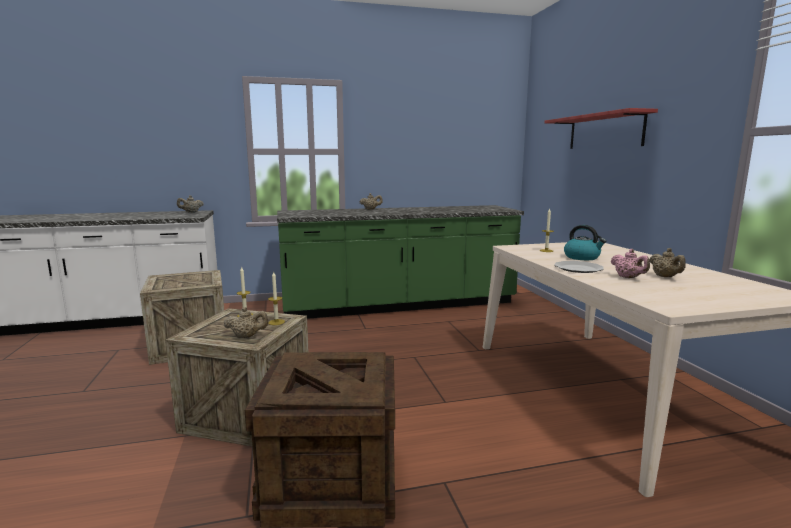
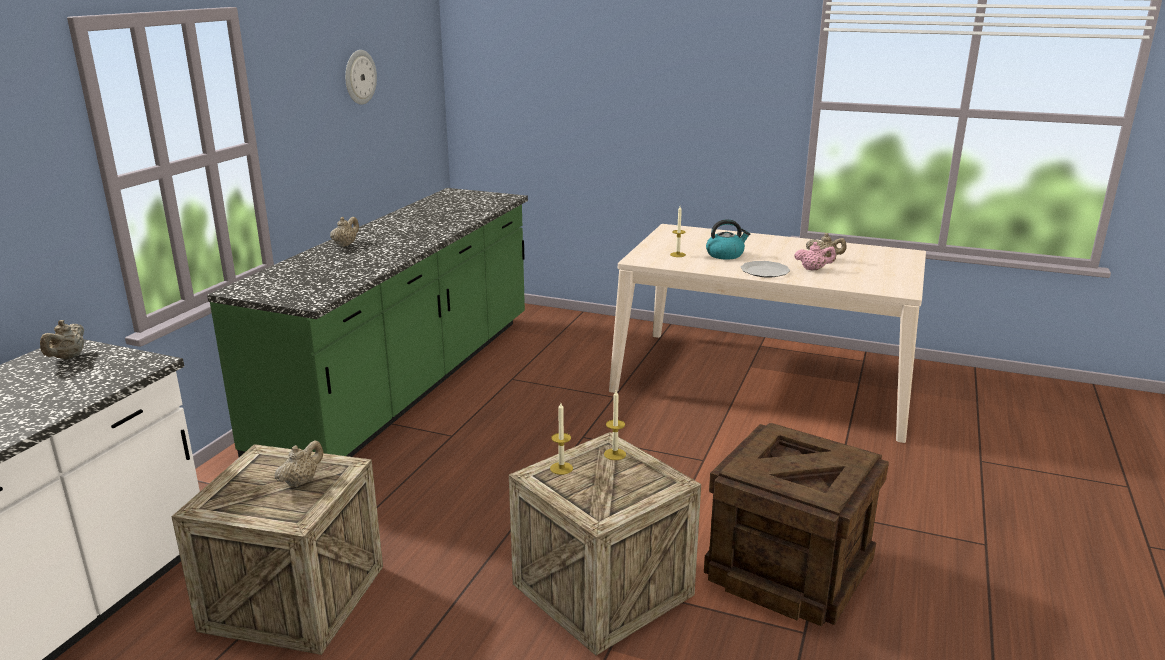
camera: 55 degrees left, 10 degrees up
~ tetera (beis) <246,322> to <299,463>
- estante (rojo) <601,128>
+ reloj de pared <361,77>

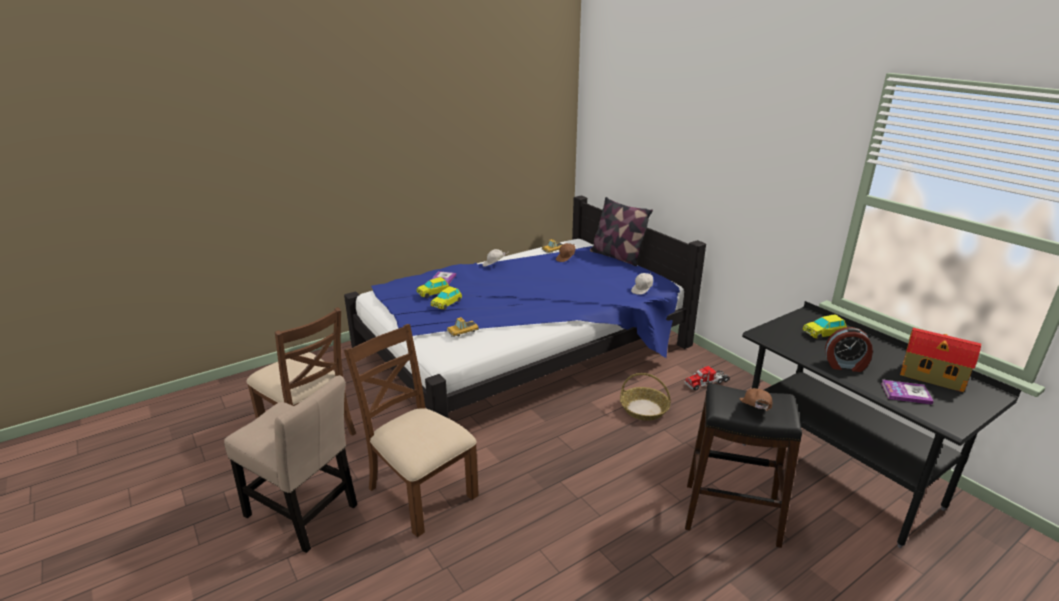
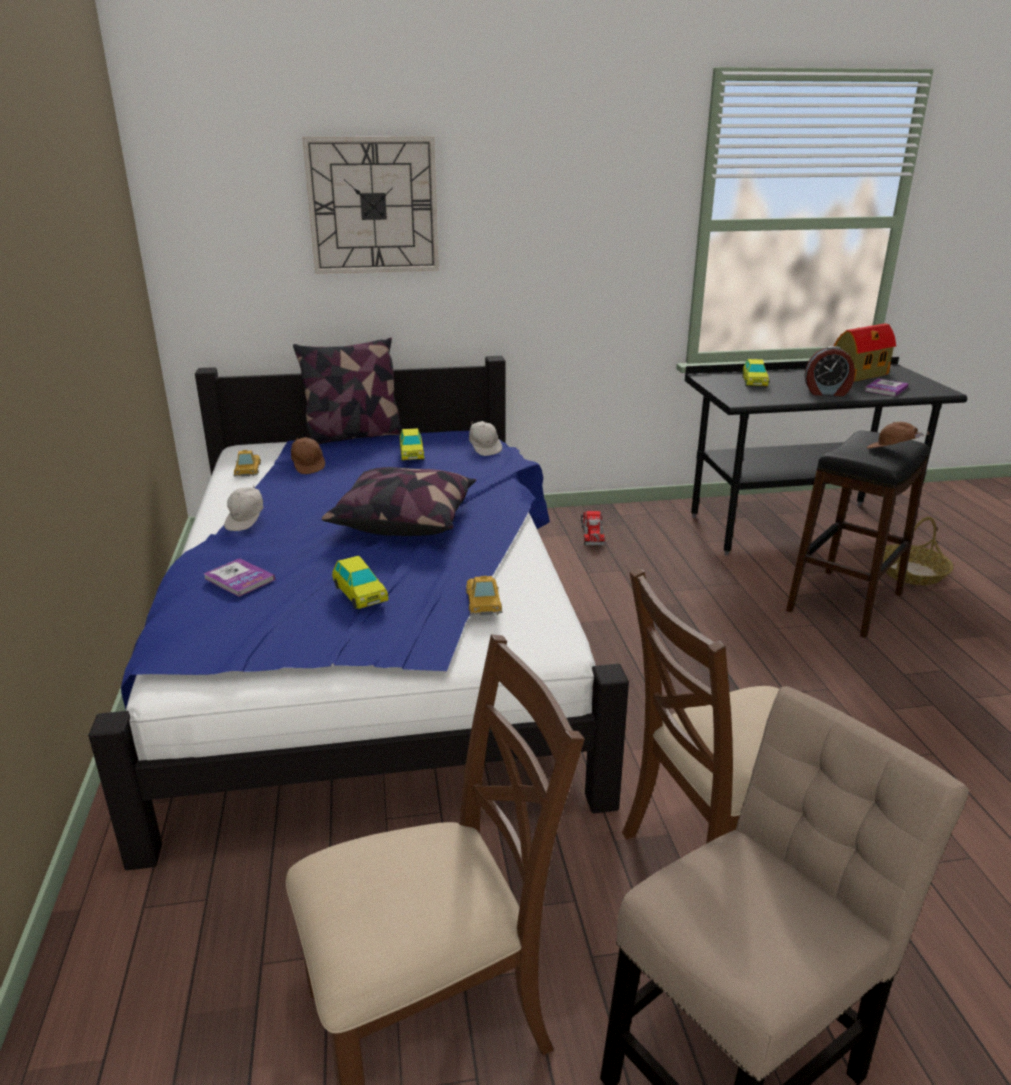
camera: 65 degrees left, 0 degrees up
~ coche de juguete <433,287> to <412,444>
~ cesta <645,397> to <918,551>
~ despertador <849,349> = <829,371> 60 degrees clockwise
+ reloj de pared <371,205>
+ cojín <399,501>

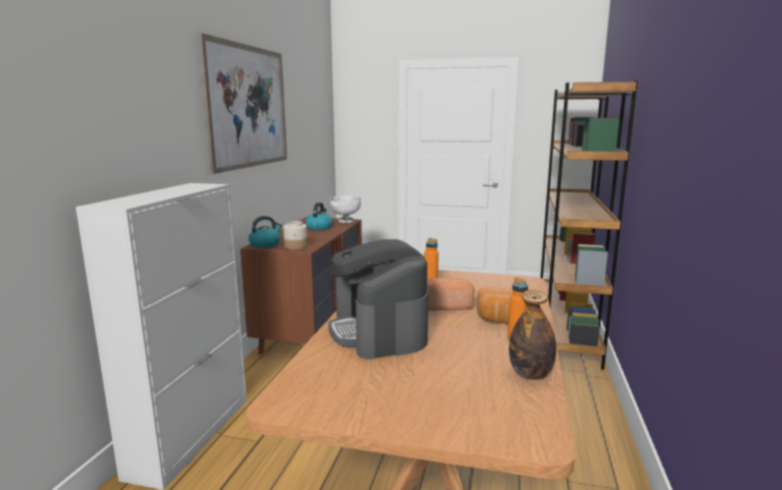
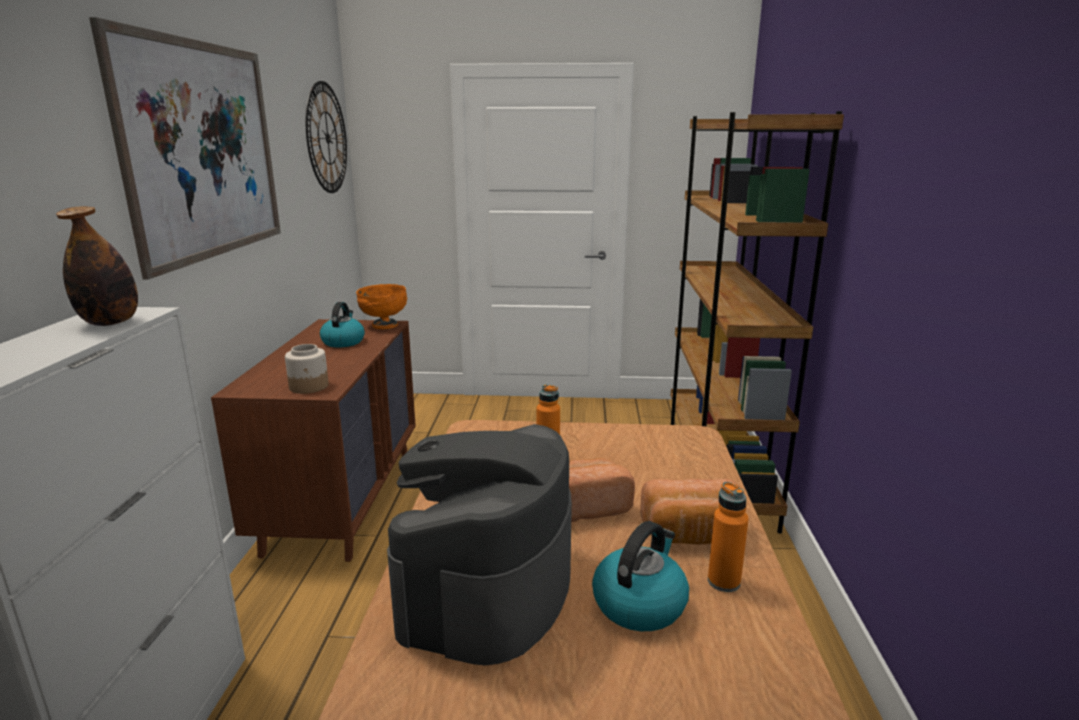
camera: 10 degrees left, 5 degrees up
~ hervidor <265,232> to <640,576>
~ cafetera <378,299> = <479,545> 45 degrees clockwise
~ cuenco (blanco) <345,209> to cuenco (naranja) <381,306>
~ botella <532,335> to <97,266>
+ reloj de pared <326,137>

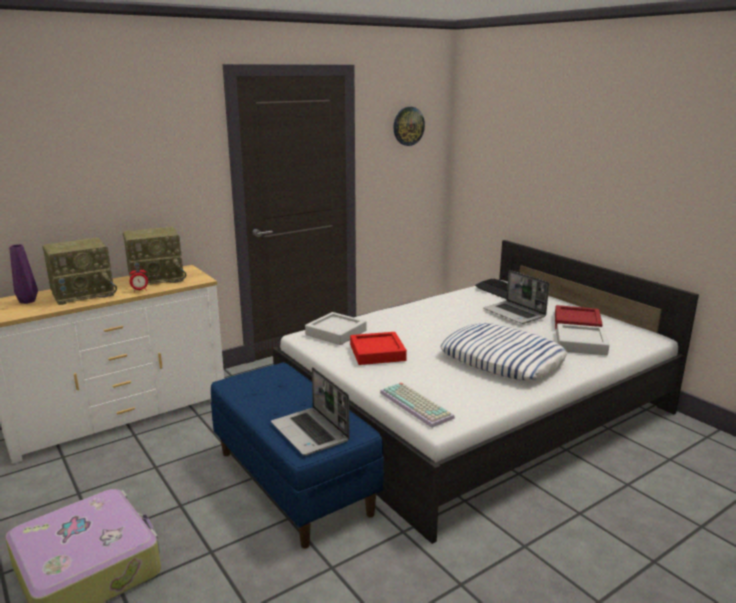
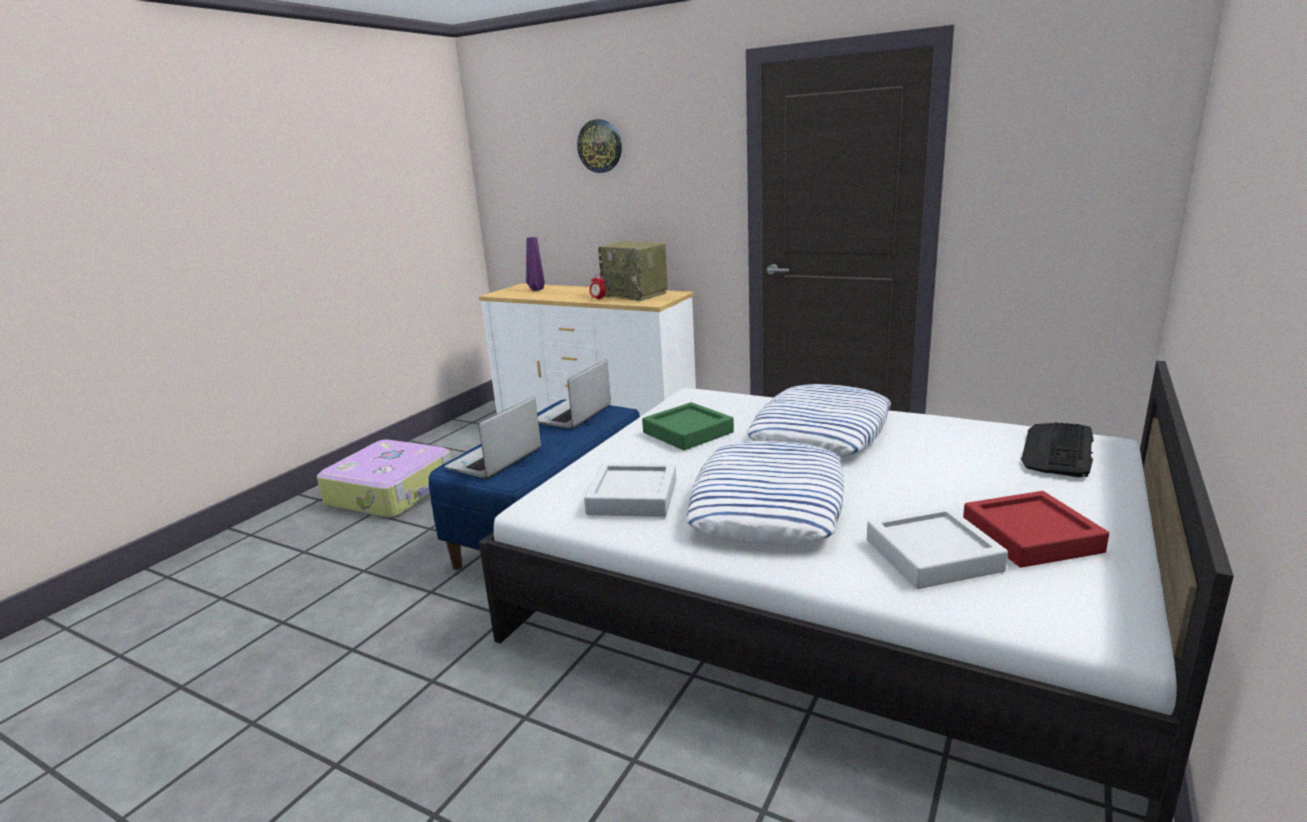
camera: 65 degrees right, 0 degrees up
- radio <79,271>
~ bandeja (gris) <336,328> to <630,490>
~ bandeja (rojo) <378,348> to bandeja (verde) <688,426>
- teclado <417,405>
~ reloj de pared <409,126> to <599,146>
~ portátil <516,297> to <574,394>
+ cojín <819,420>

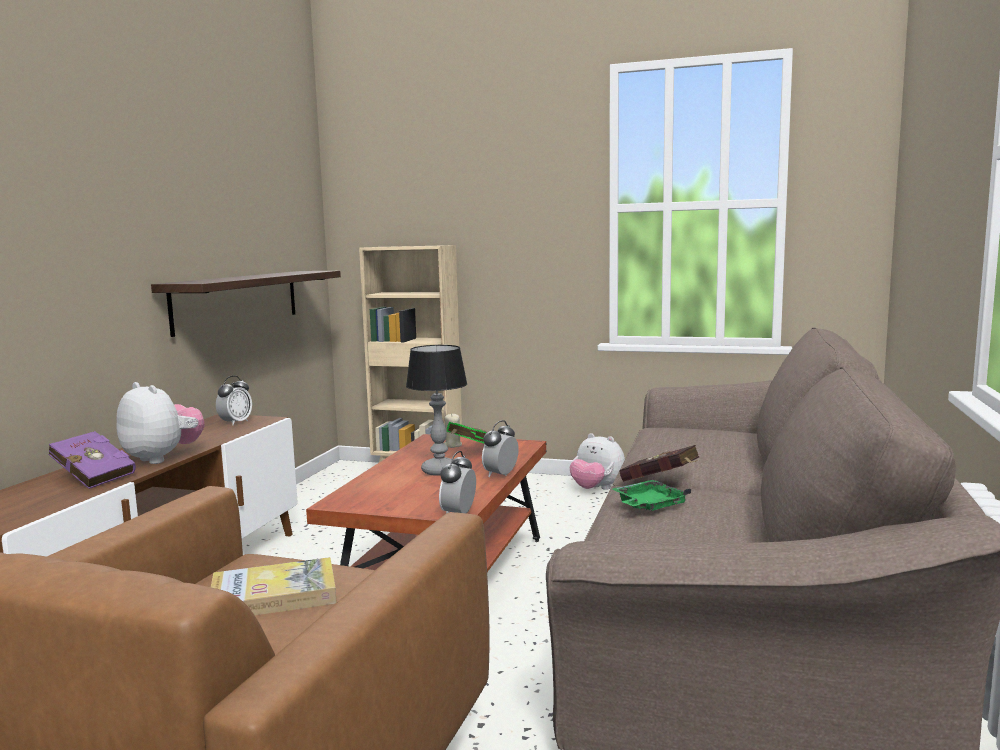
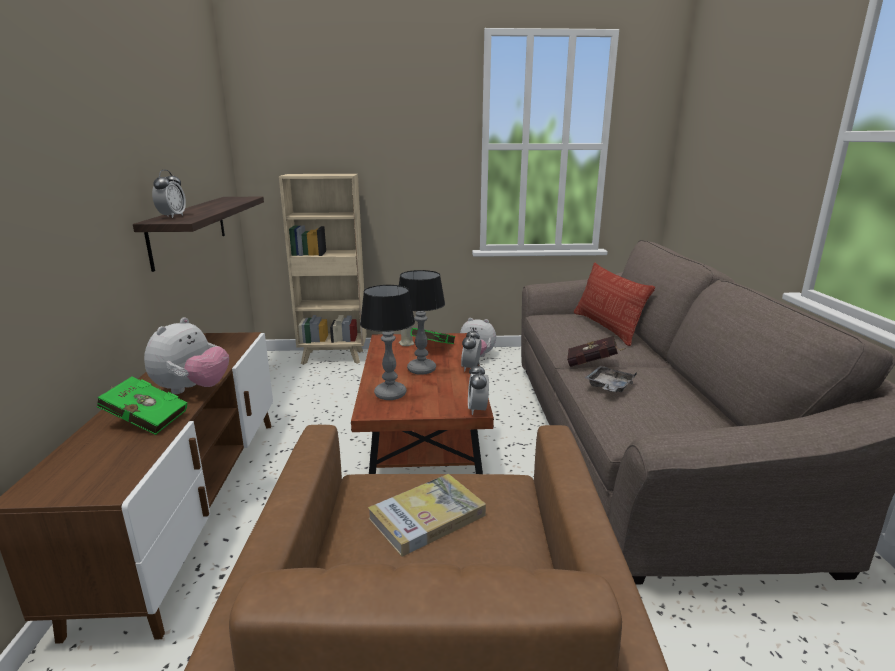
camera: 20 degrees left, 10 degrees up
~ libro (morado) <92,460> to libro (verde) <142,405>
~ peluche <160,423> = <186,355> 90 degrees clockwise
~ despertador <234,401> to <169,194>
~ bandeja (verde) <652,495> to bandeja (gris) <611,379>
+ lámpara de mesa <387,342>
+ cojín <614,304>

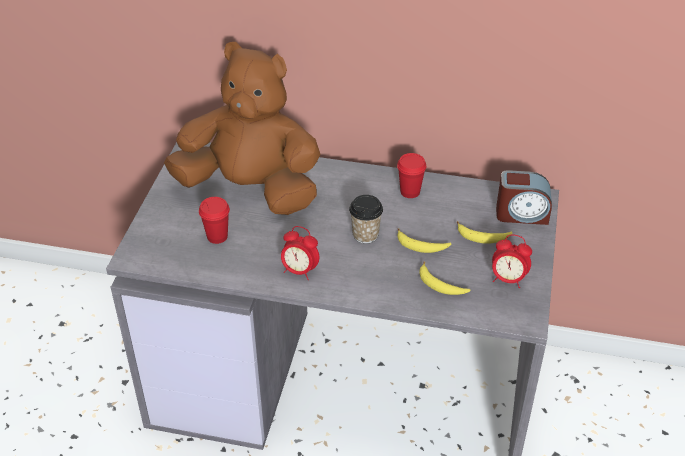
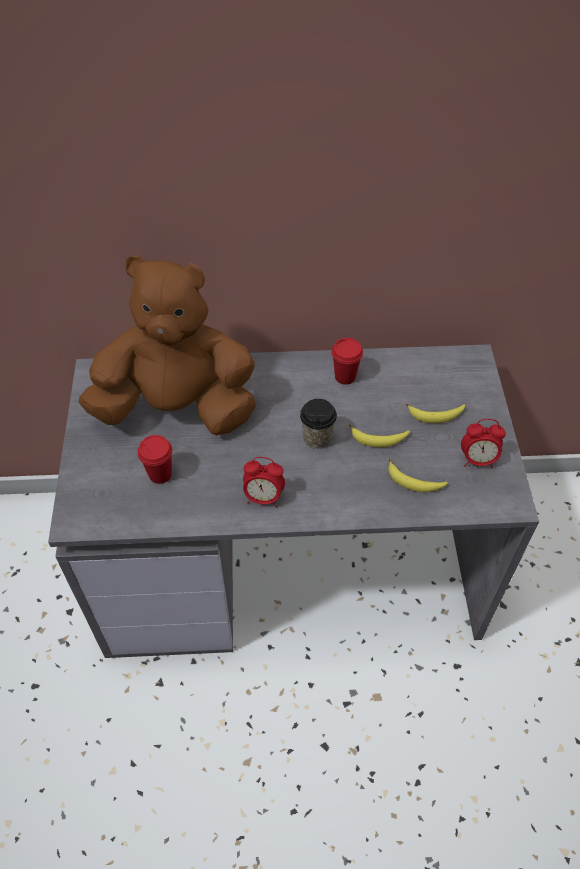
camera: 15 degrees left, 10 degrees up
- despertador <524,197>

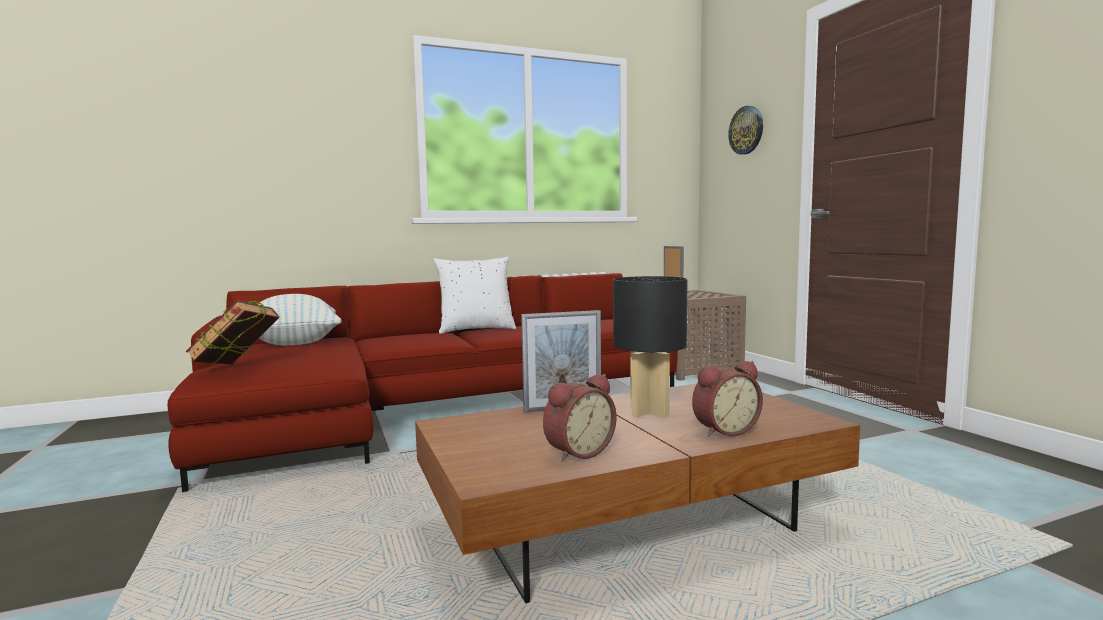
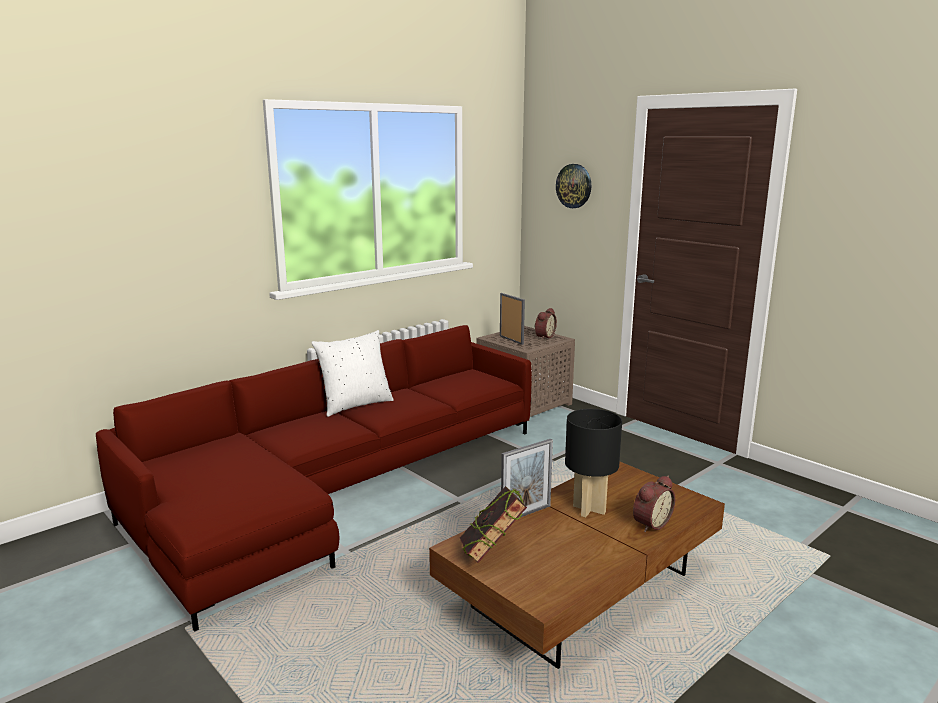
camera: 20 degrees left, 10 degrees up
~ libro <232,332> to <493,524>
- cojín <300,319>
~ despertador <579,418> to <546,324>

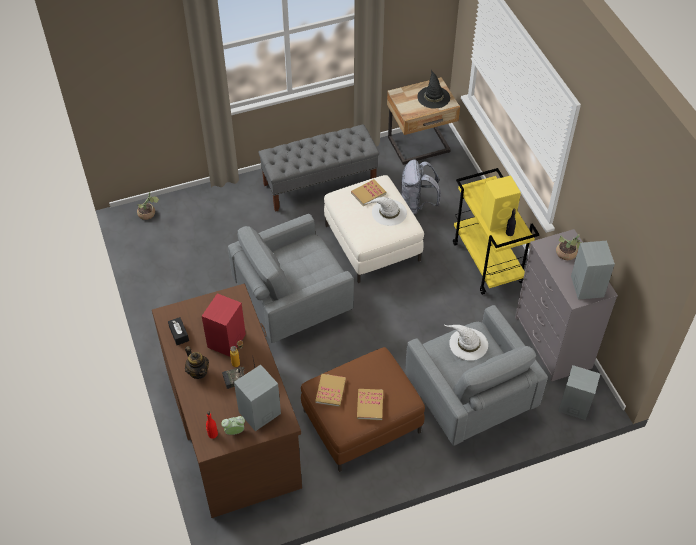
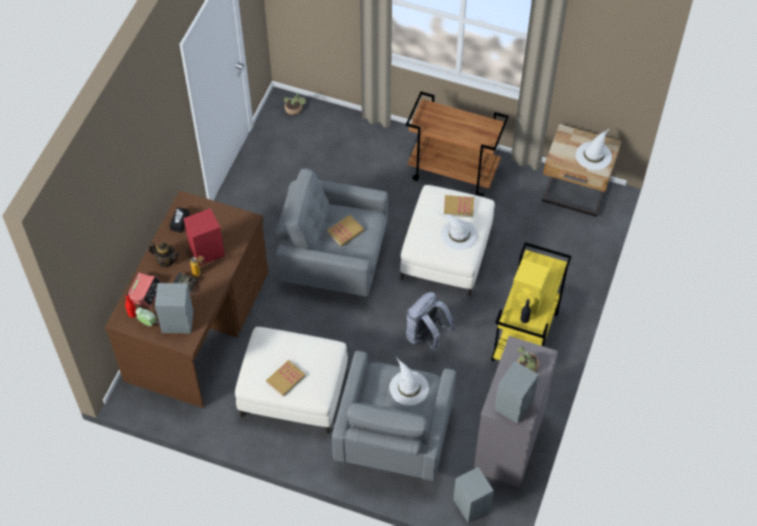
camera: 40 degrees right, 5 degrees up
~ tetera <197,362> = <164,254> 75 degrees counterclockwise
~ banco (gris) <318,168> to carrito (marrón) <457,144>
~ puf (marrón) <363,409> to puf (blanco) <291,380>
~ libro <330,390> to <345,230>
~ mochila (gris) <421,187> to <430,322>
~ sombrero (negro) <433,89> to sombrero (blanco) <594,149>
+ despertador <145,290>

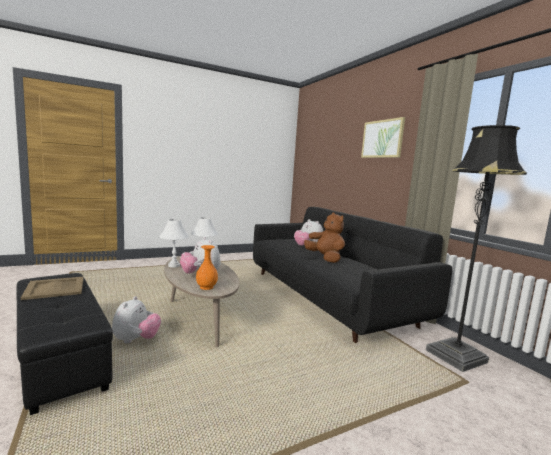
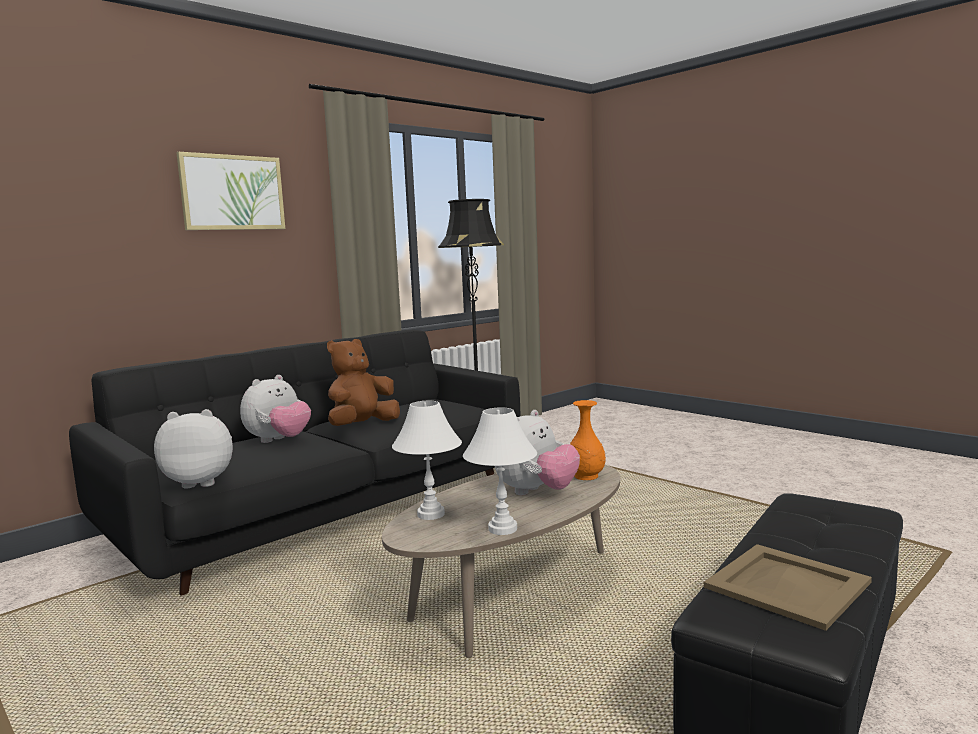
camera: 105 degrees left, 0 degrees up
~ peluche <136,319> to <193,448>

